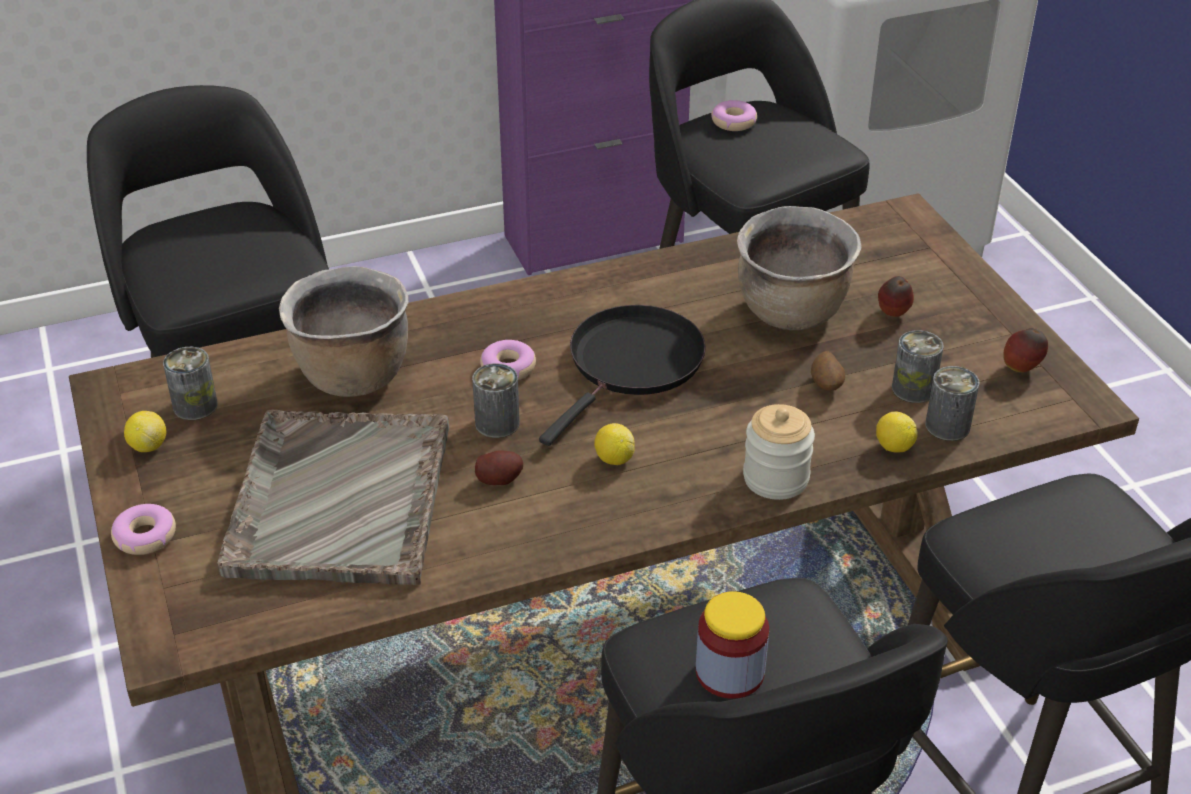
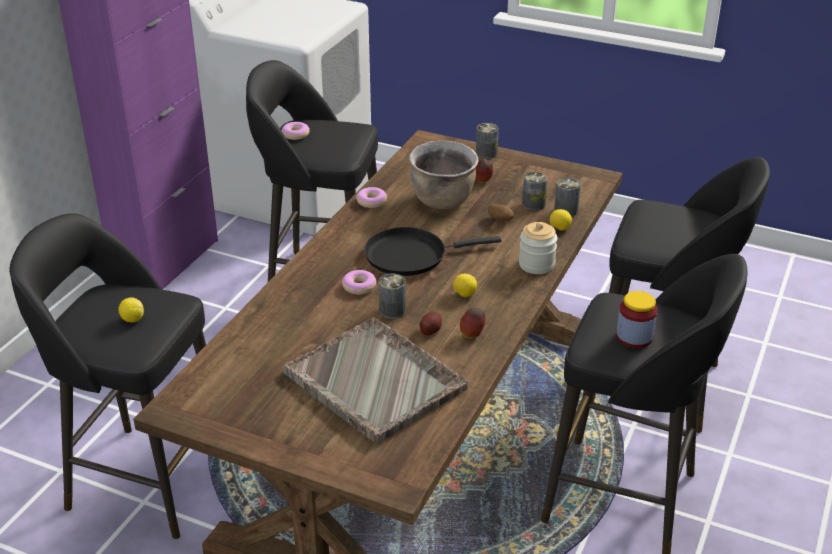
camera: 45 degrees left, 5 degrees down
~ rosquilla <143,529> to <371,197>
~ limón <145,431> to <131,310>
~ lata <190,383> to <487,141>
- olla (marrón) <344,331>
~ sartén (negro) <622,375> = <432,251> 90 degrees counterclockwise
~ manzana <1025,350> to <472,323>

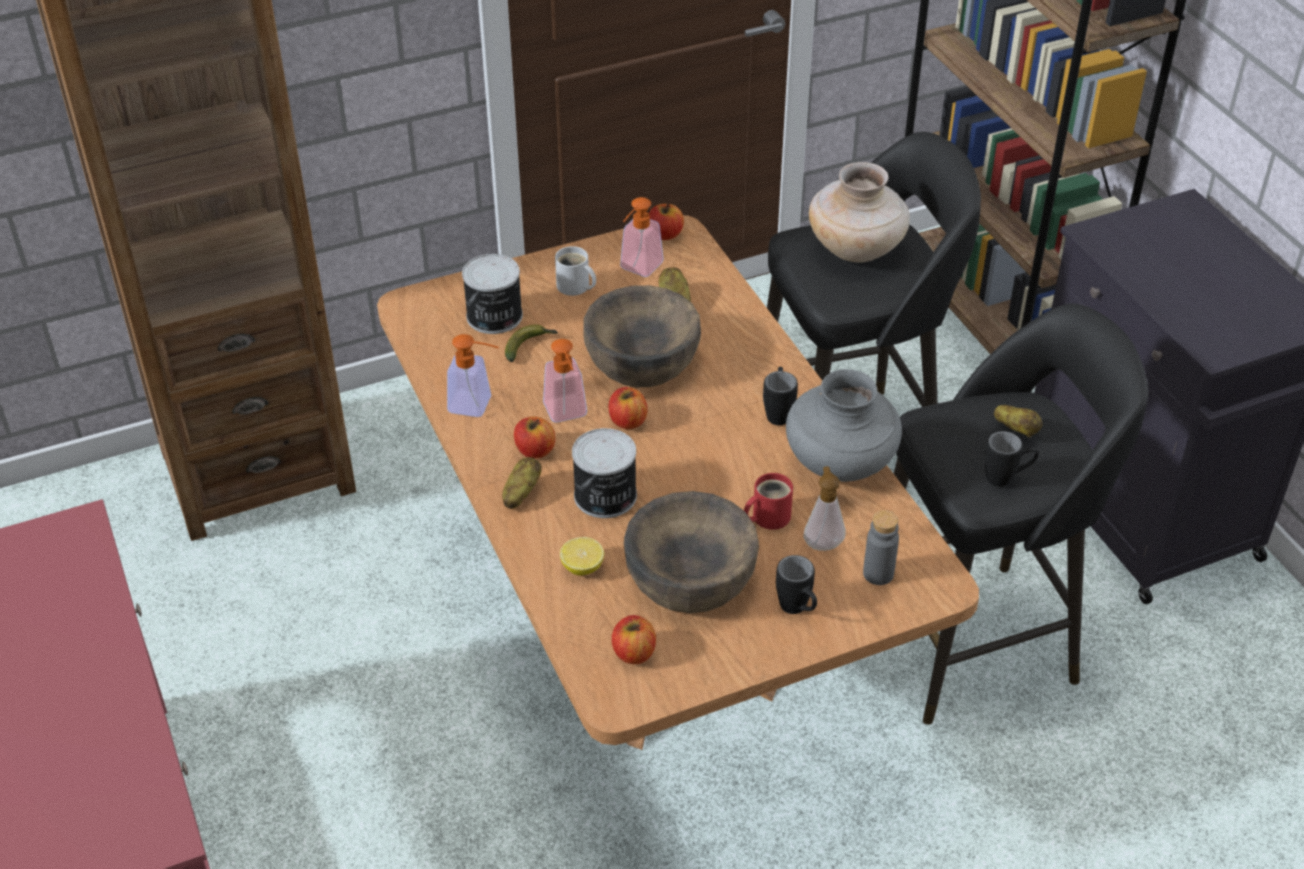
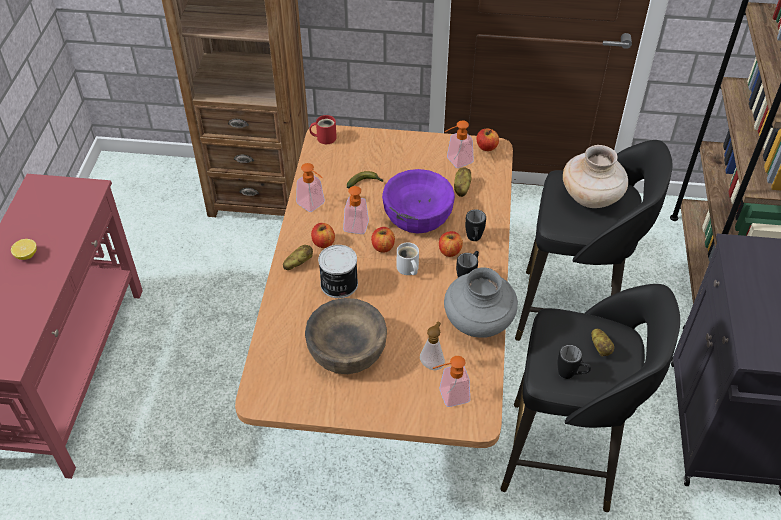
camera: 30 degrees right, 5 degrees up
- lata <492,294>
~ taza grande (blanco) <575,271> to <408,258>
~ limón <582,556> to <24,249>
~ cuenco (marrón) <642,336> to cuenco (morado) <418,201>
~ manzana <634,639> to <451,244>
~ taza grande (rojo) <768,501> to <323,129>
~ taza grande (negro) <796,584> to <475,225>
~ botella (gris) <881,547> to dispensador de jabón <451,381>

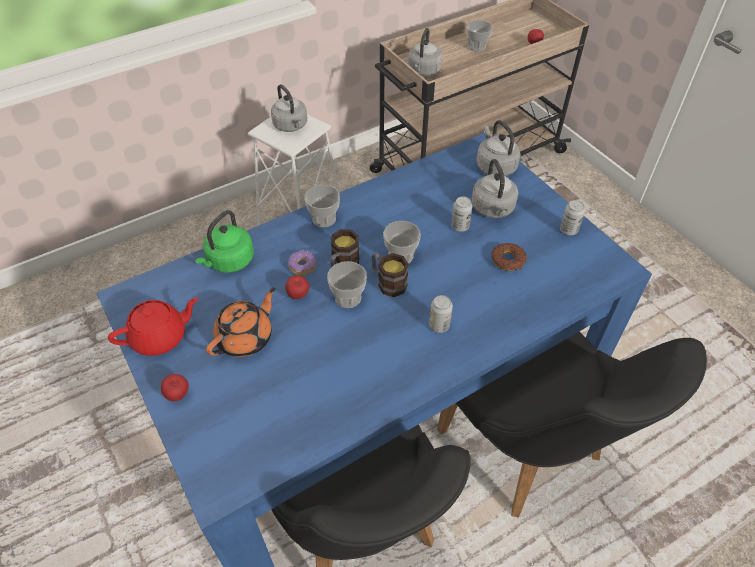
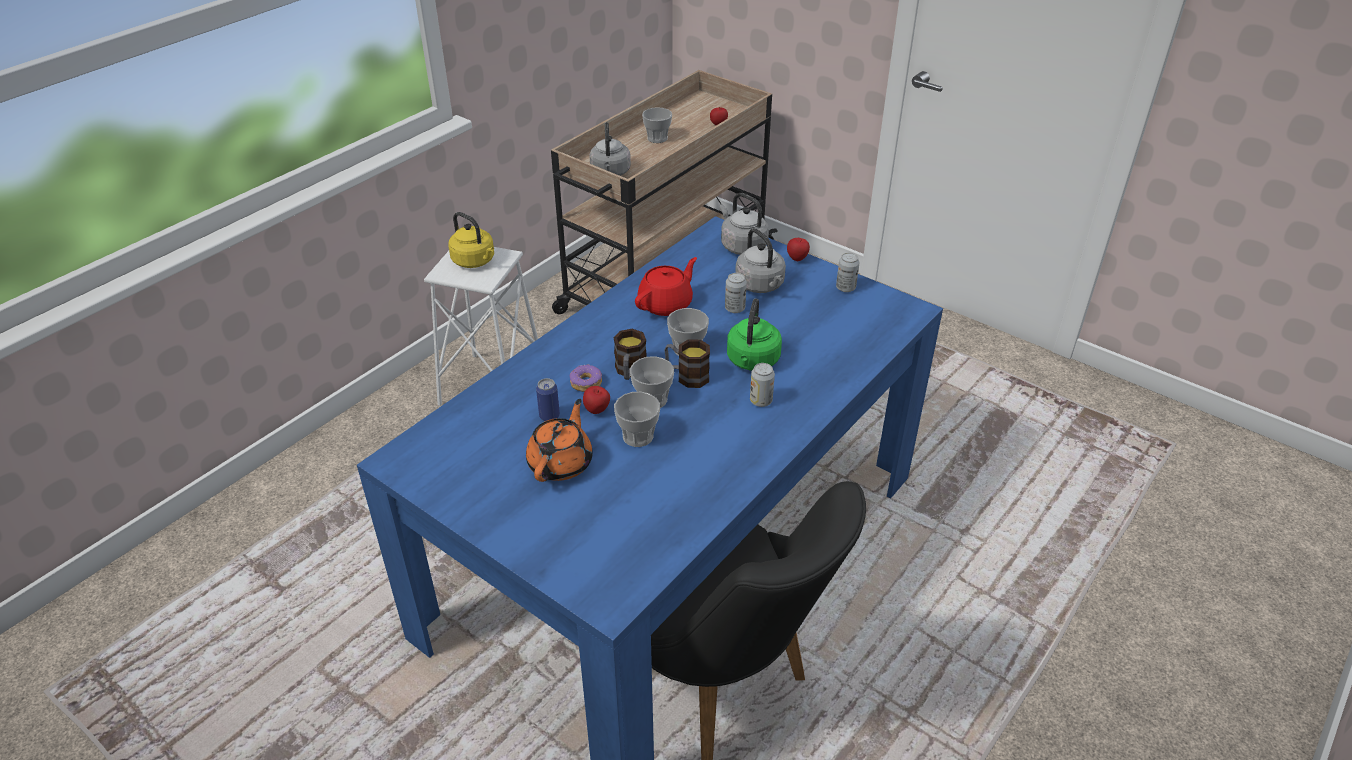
camera: 20 degrees left, 10 degrees down
~ tetera (rojo) <153,327> to <666,286>
~ manzana <175,387> to <798,250>
~ hervidor (verde) <224,241> to <754,334>
~ hervidor (gris) <289,108> to hervidor (amarillo) <471,240>
~ taza <322,206> to <637,419>
- silla (negro) <572,425>
- rosquilla <509,257>
+ lata <548,399>

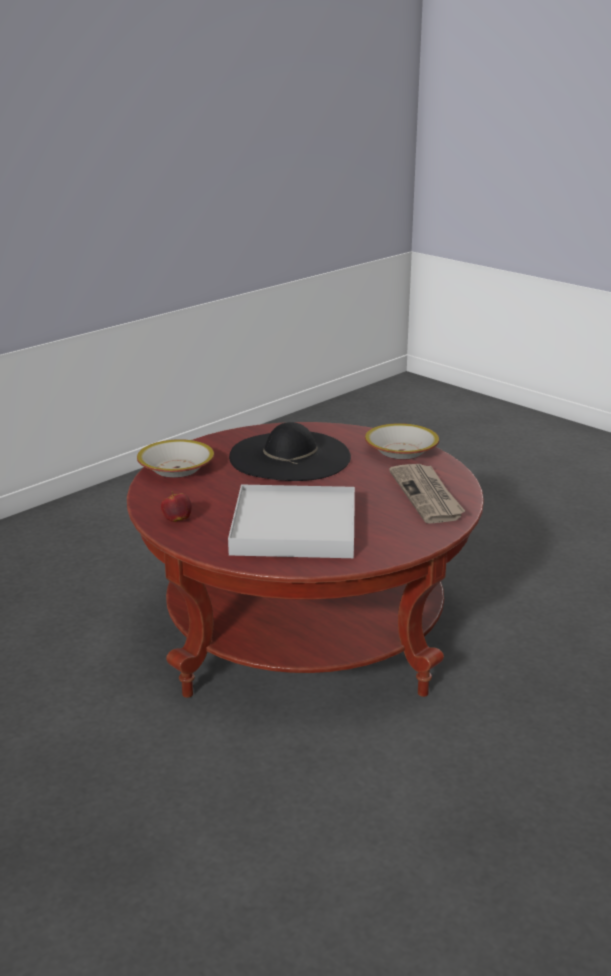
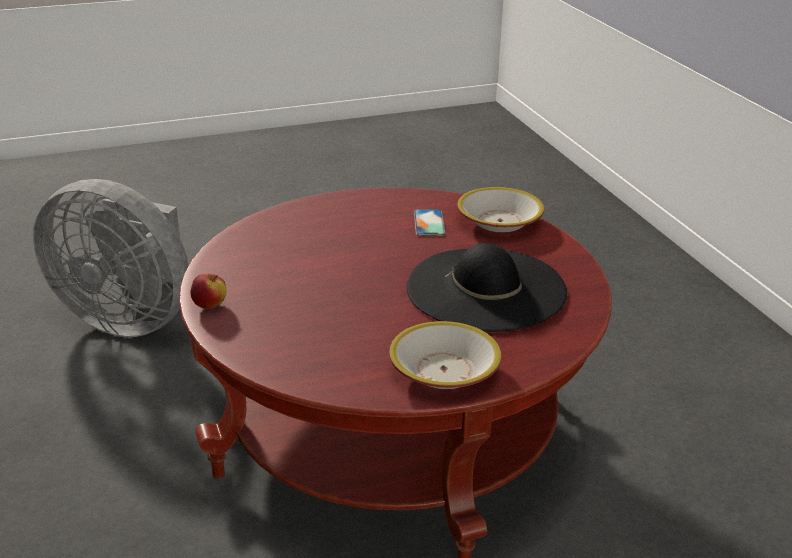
camera: 115 degrees right, 5 degrees up
~ manzana <176,506> to <208,291>
- bandeja (blanco) <291,521>
- periódico <427,494>
+ ventilador (gris) <111,258>
+ móvil <430,222>

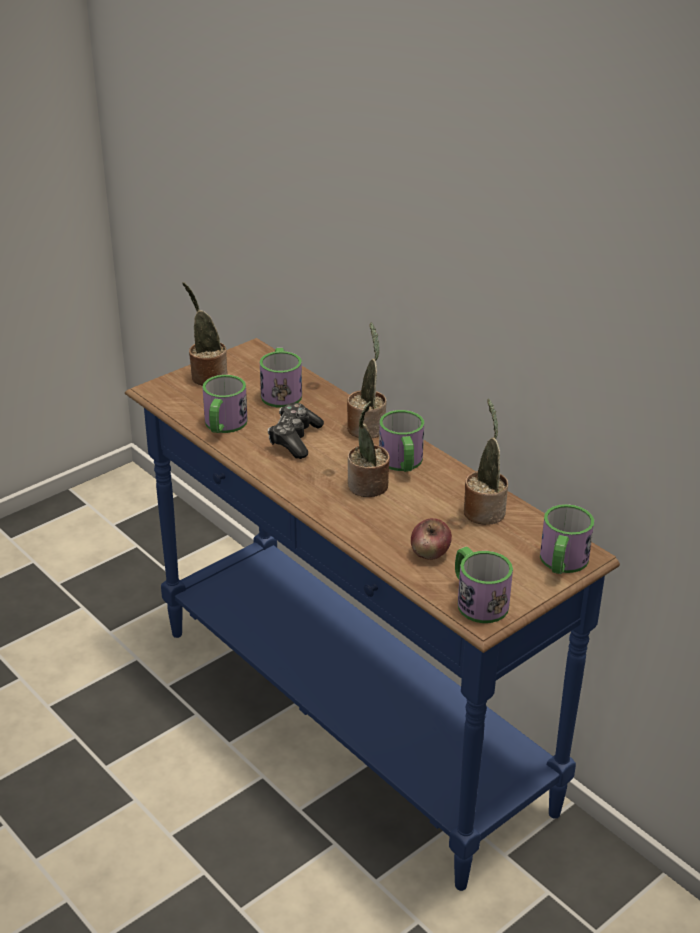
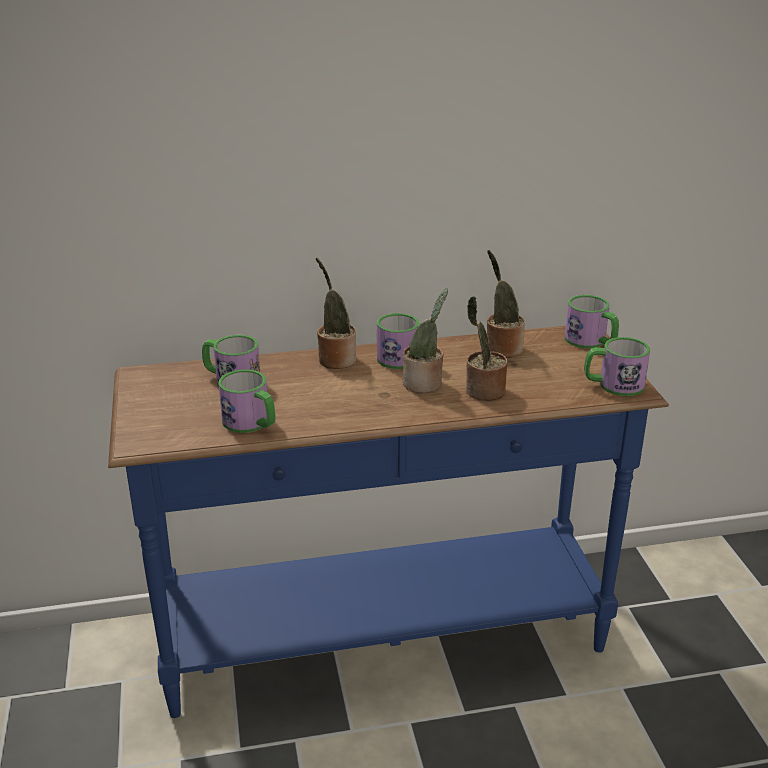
camera: 60 degrees left, 5 degrees down
~ planta en maceta <205,334> to <487,348>
- mando de consola <296,431>
- manzana <431,539>

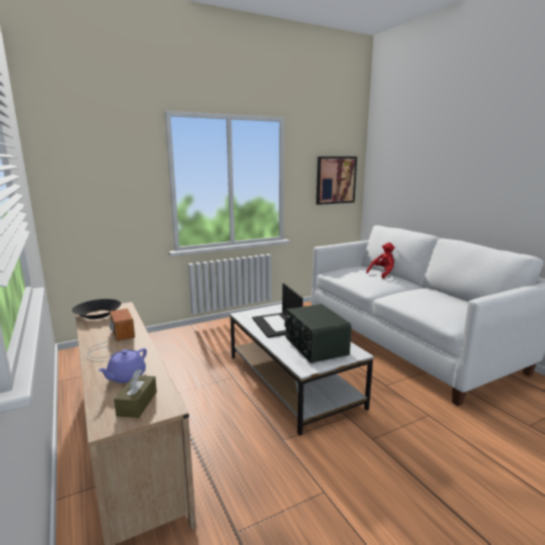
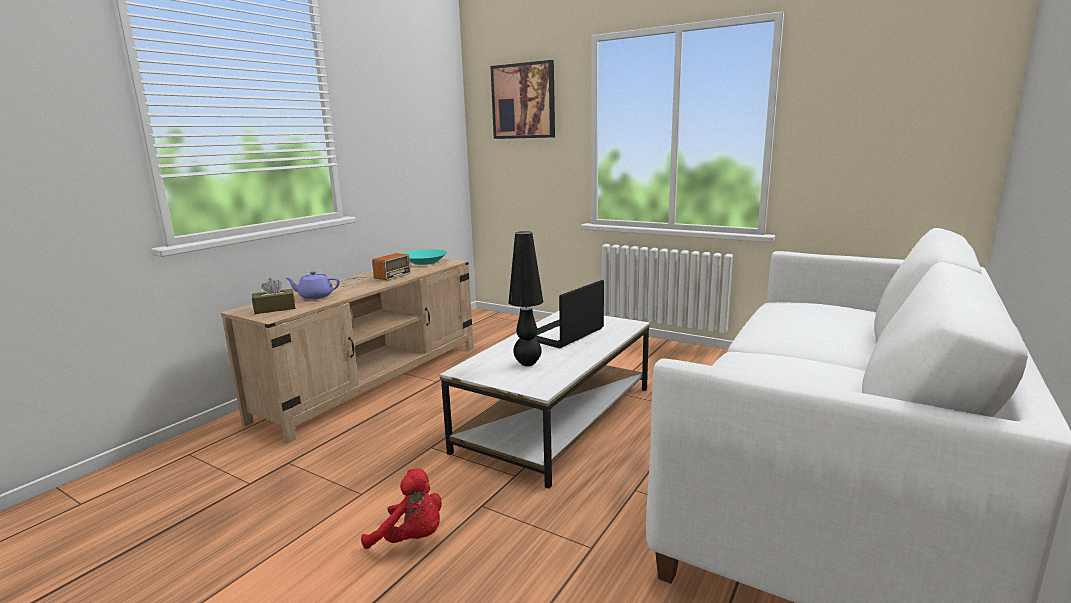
camera: 60 degrees right, 0 degrees up
~ cuenco (negro) <96,309> to cuenco (turquesa) <425,257>
~ radio <318,333> to lámpara de mesa (negro) <525,298>
~ cuadro <336,180> to <522,99>
~ peluche (rojo) <380,261> to <401,508>

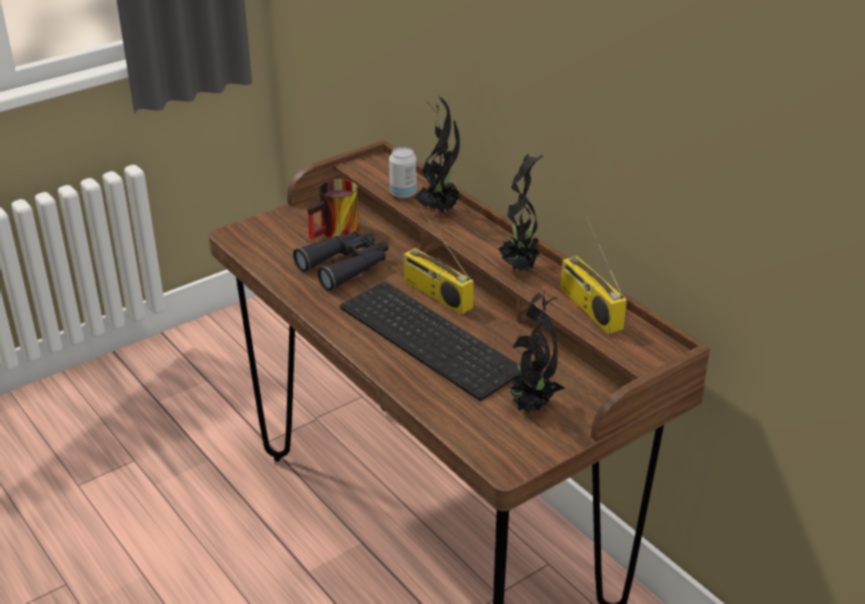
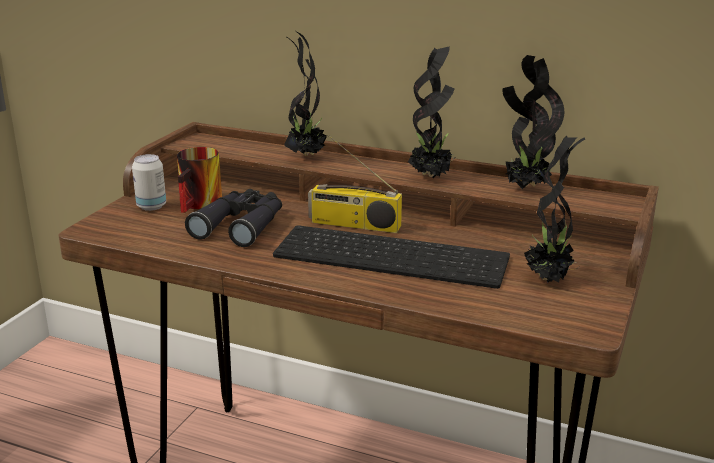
camera: 30 degrees left, 10 degrees down
~ lata <403,173> to <149,182>
~ radio <593,275> to planta en maceta <533,122>

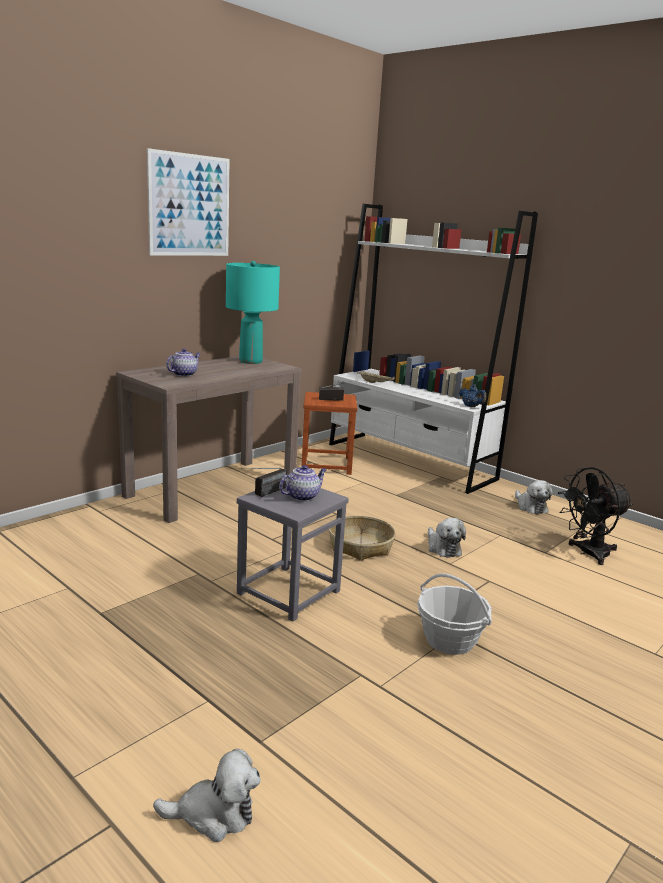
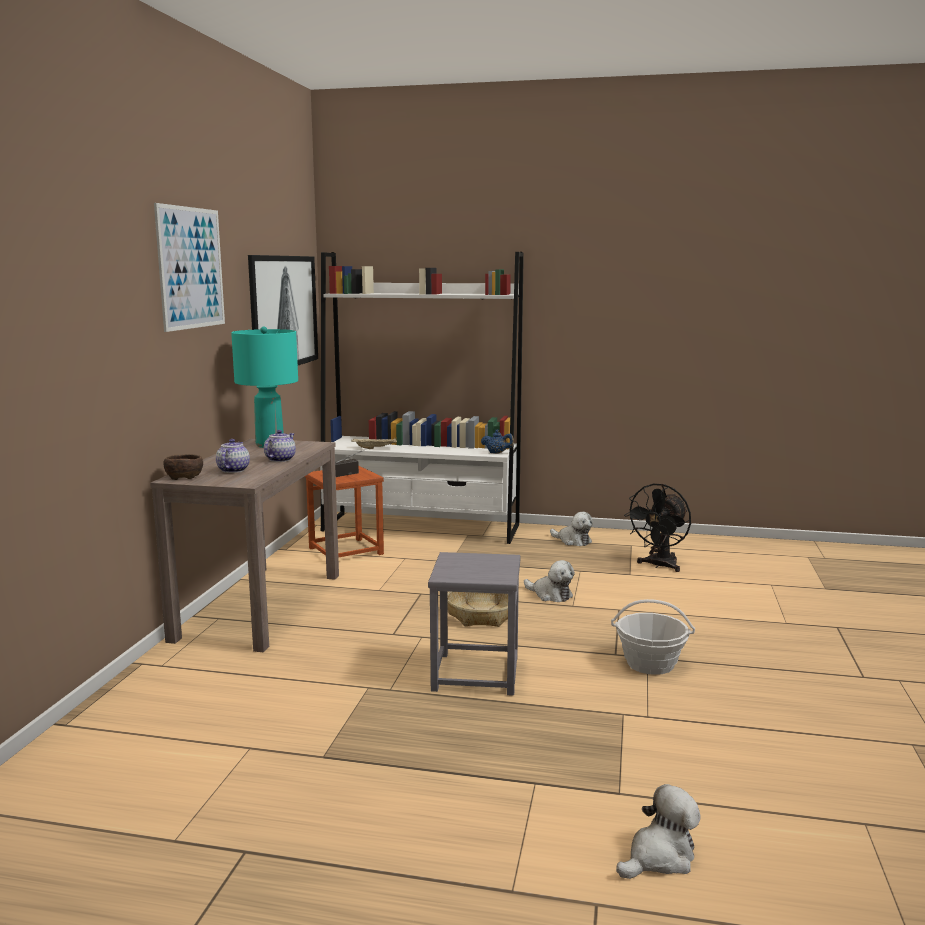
camera: 30 degrees left, 5 degrees down
- radio <269,482>
~ tetera <303,483> to <280,446>
+ cuenco (marrón) <183,467>
+ cuadro <283,310>

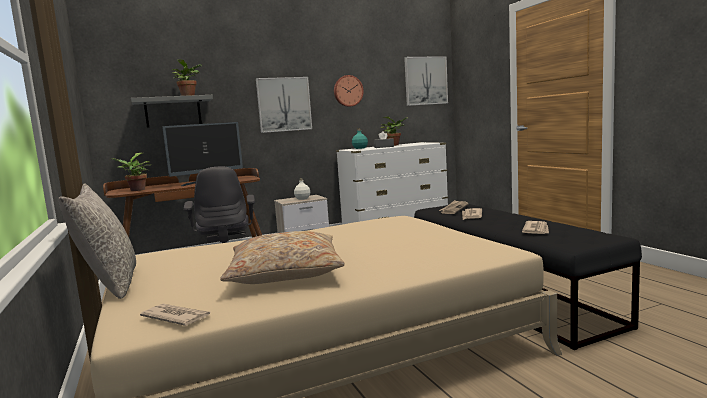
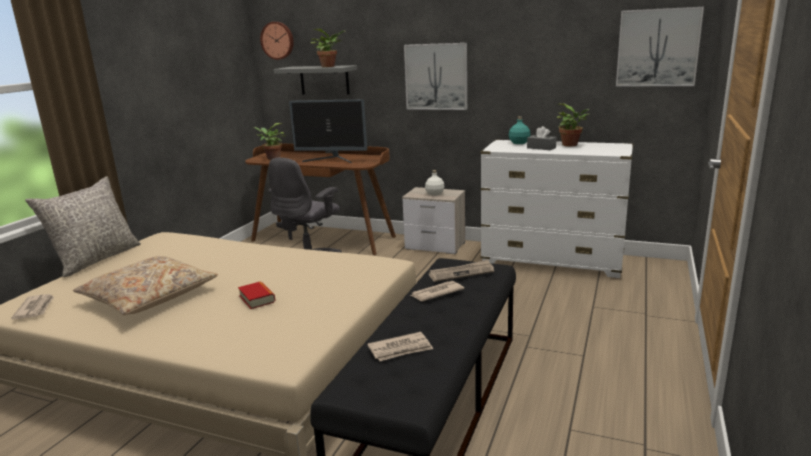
camera: 45 degrees right, 10 degrees up
~ reloj de pared <349,91> to <277,41>
+ libro <256,295>

